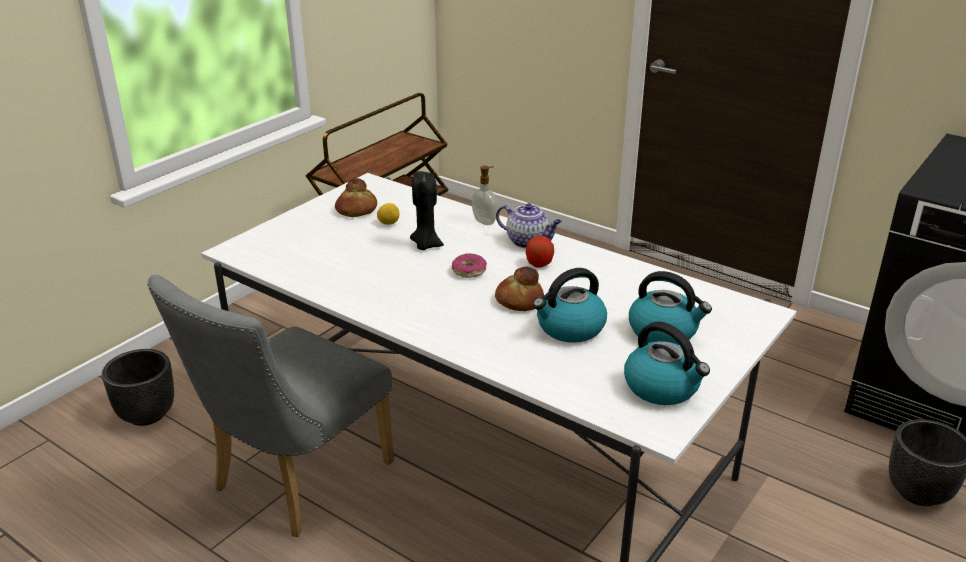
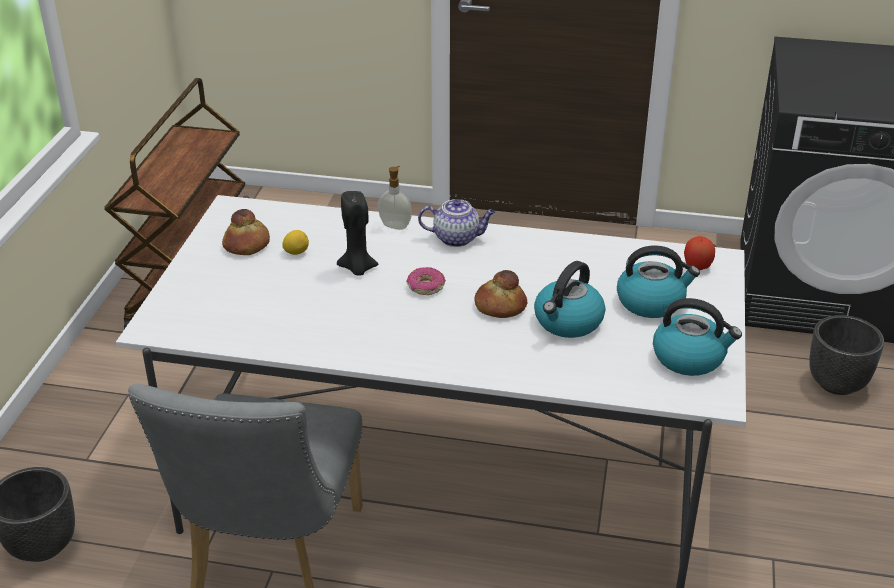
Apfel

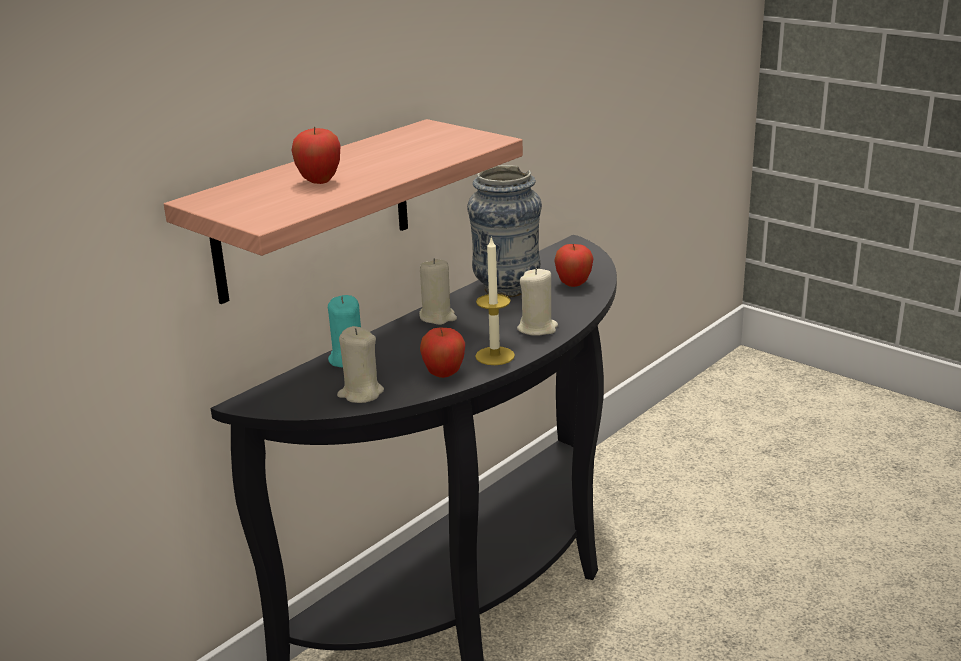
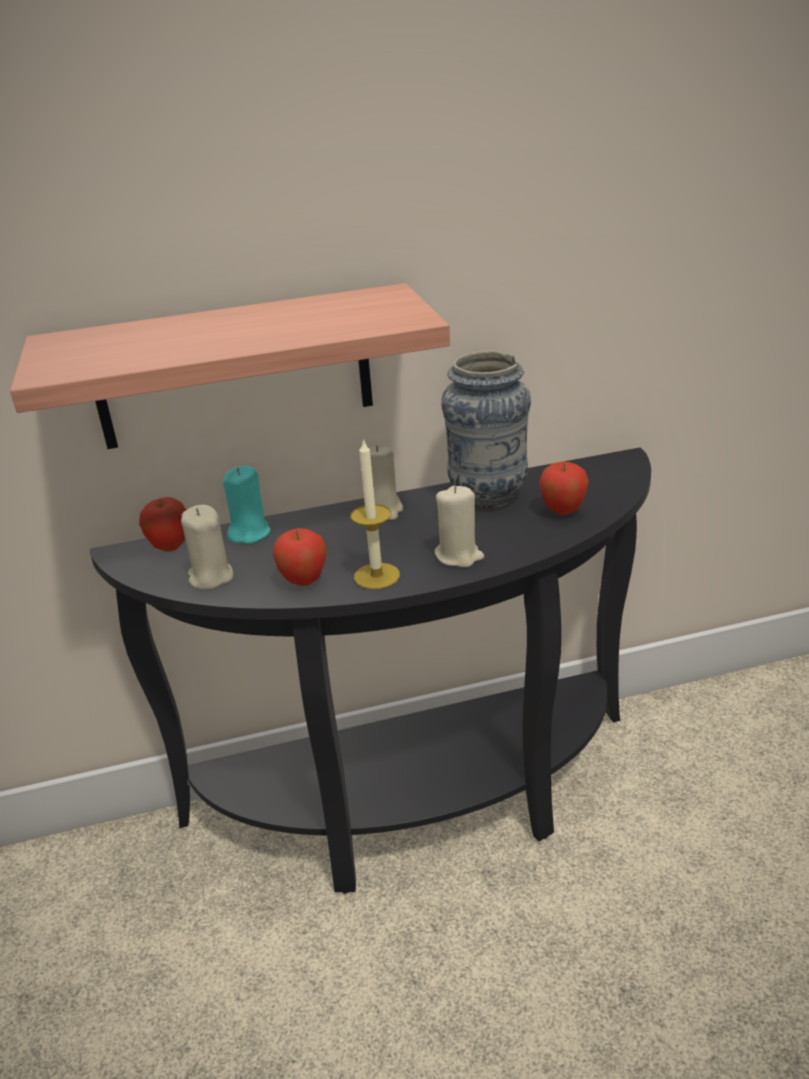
Apfel (no. 1 from left)

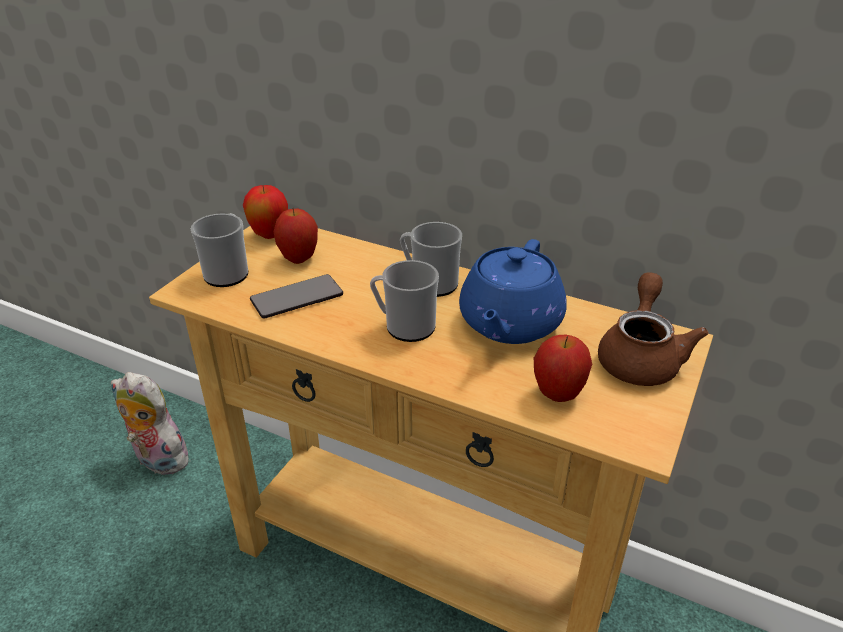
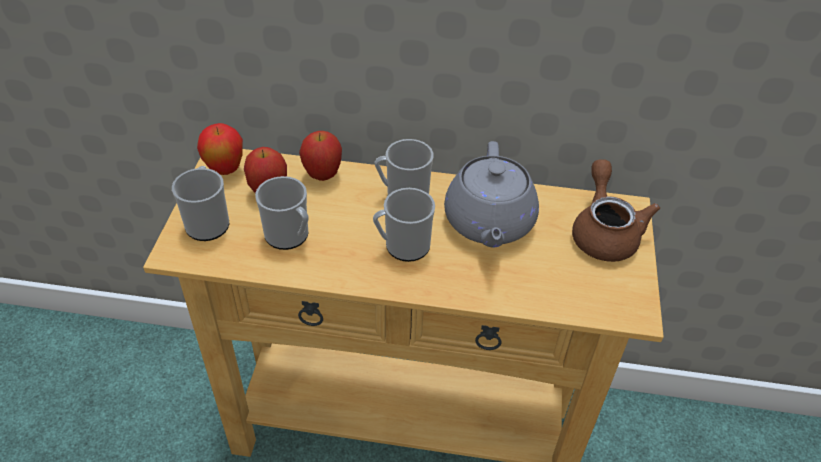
Plüschtier
Apfel (no. 3 from left)
Henkelbecher (no. 2 from left)
Teekanne (grau)

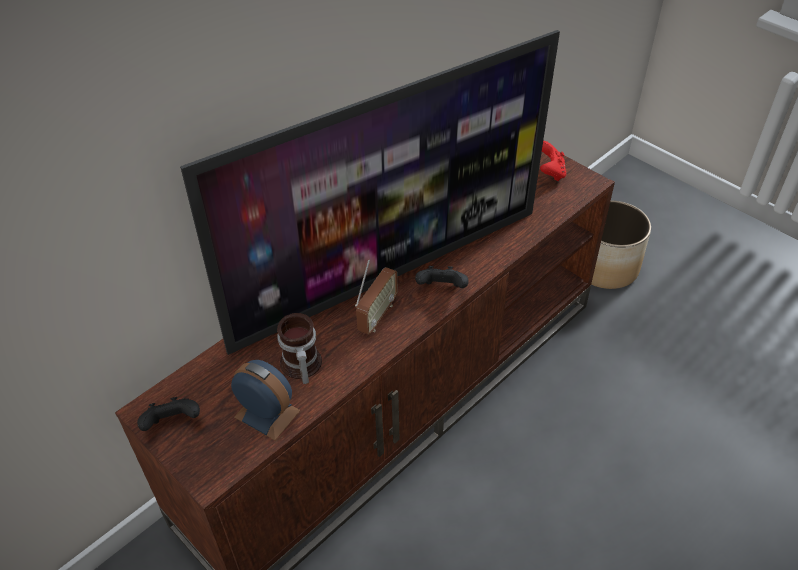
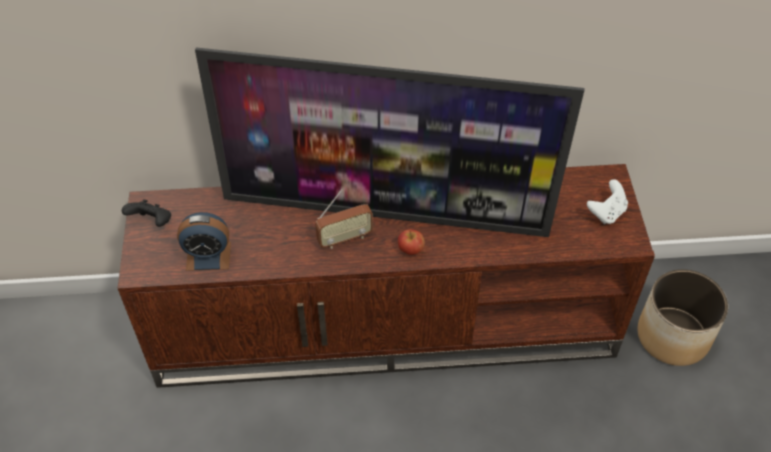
Henkelbecher
Apfel
Gamepad (weiß)
Wecker

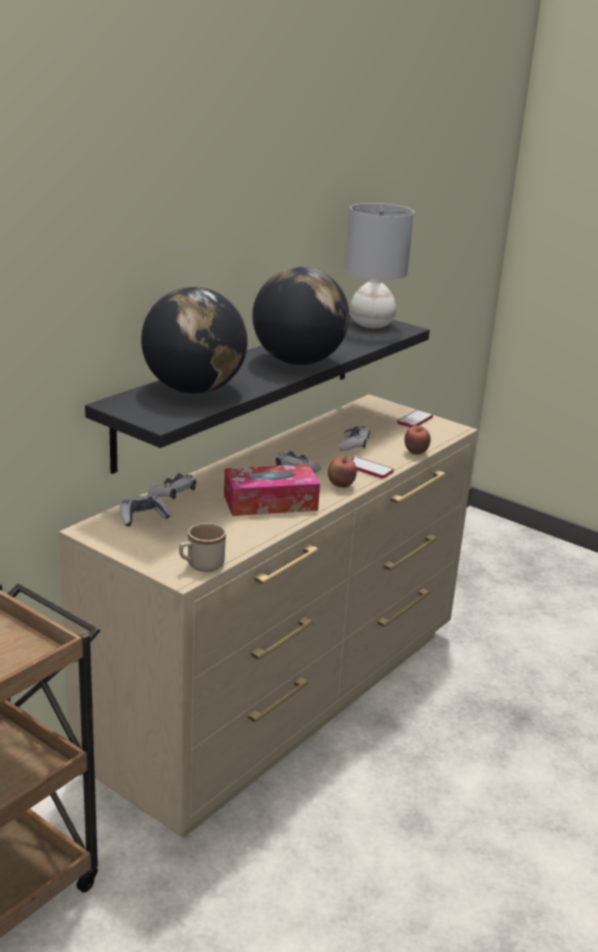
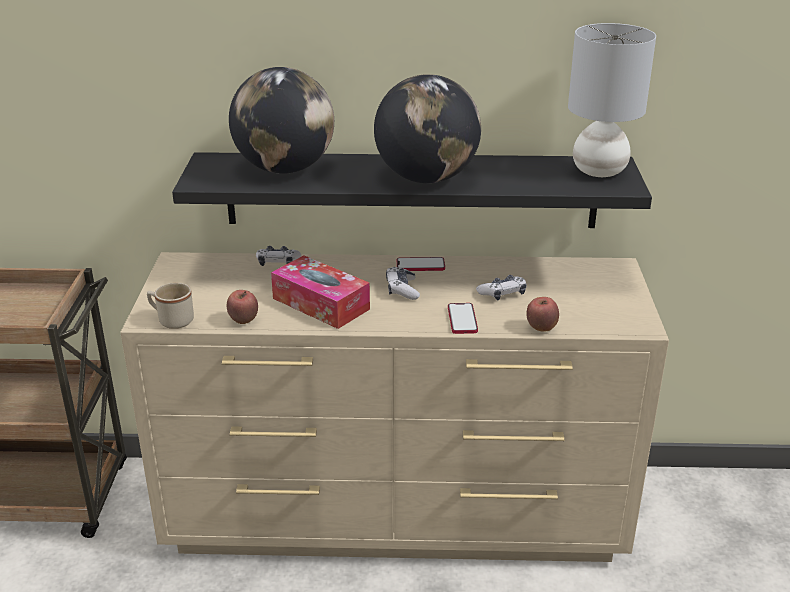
Gamepad (no. 1 from left in the first image)
Apfel (no. 1 from left)
Handy (no. 1 from left)

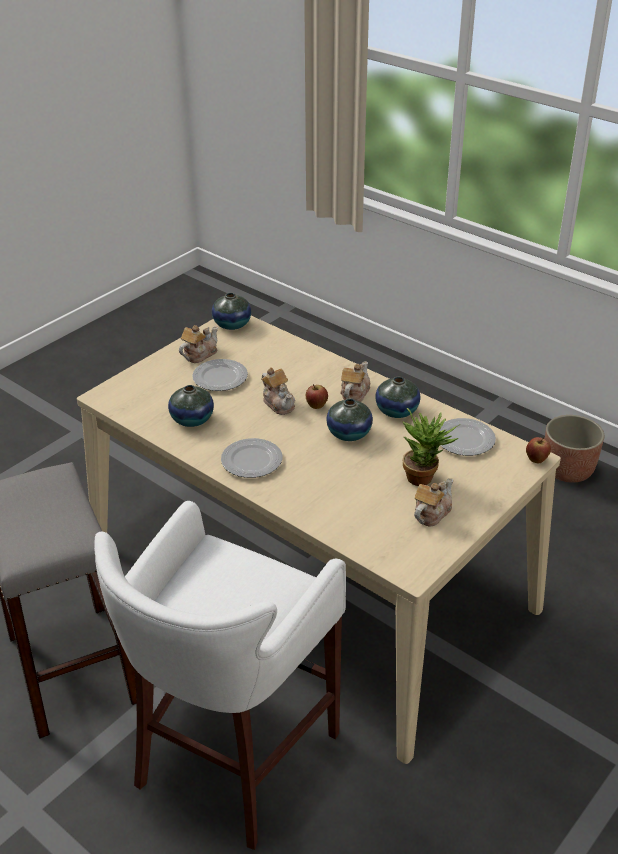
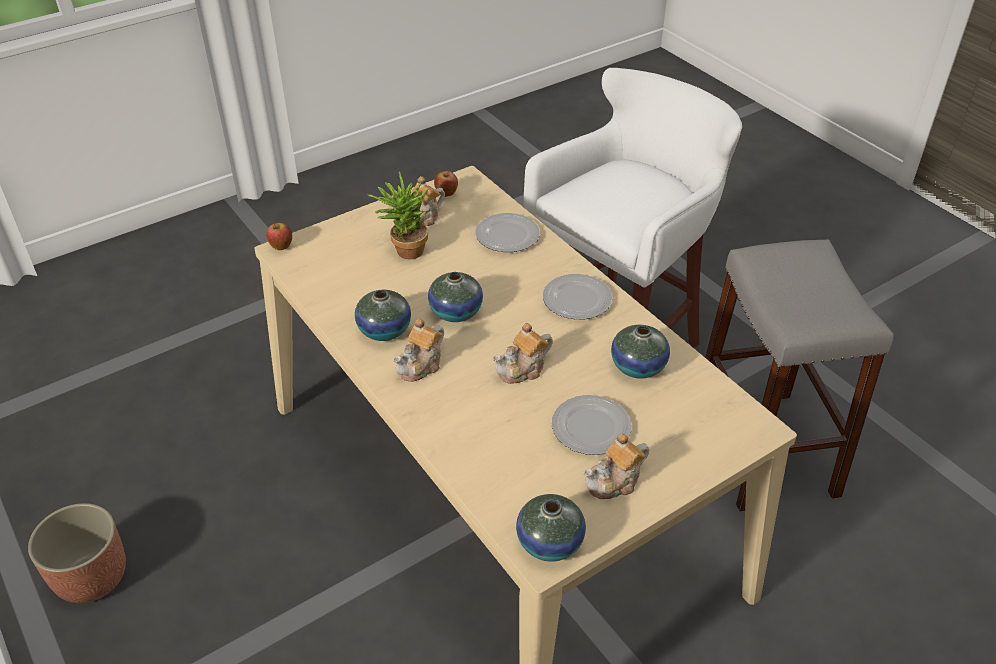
Apfel (no. 2 from left)
Teller (no. 1 from left)
Teekanne (no. 3 from left)

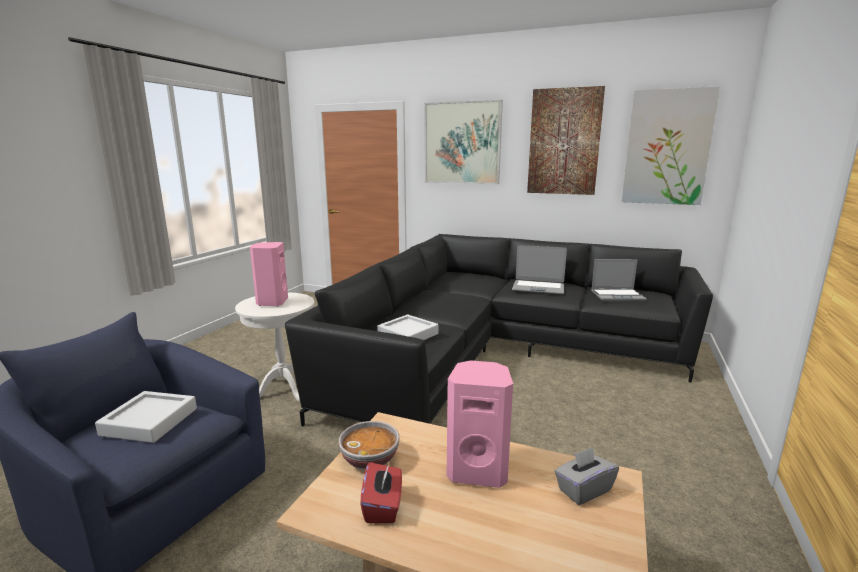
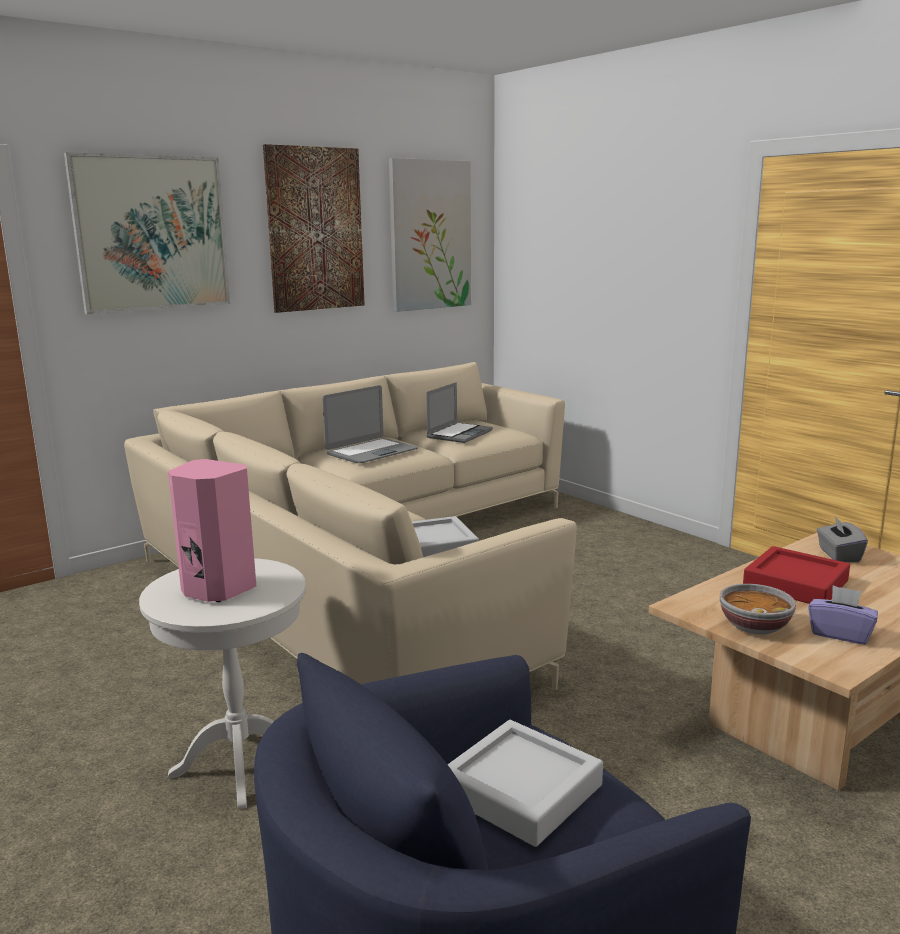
Tablett (rot)
Sofa (beige)
Taschentuchbox (lila)

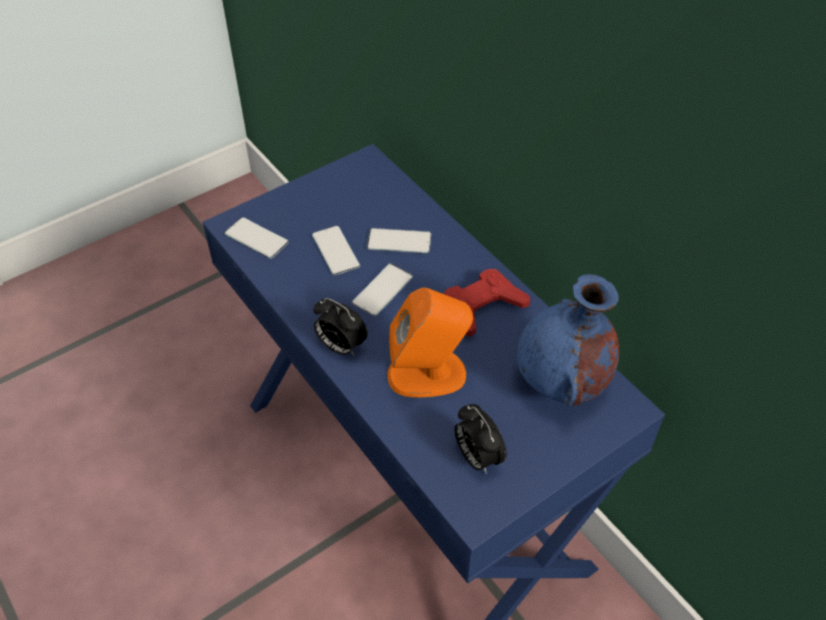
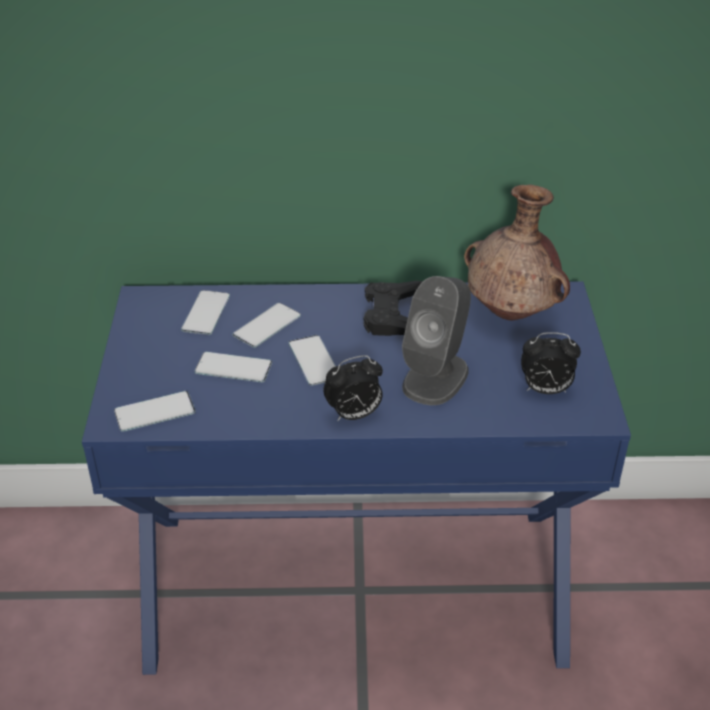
Handy (no. 2 from left)
Lautsprecher (grau)
Gamepad (schwarz)
Vase (braun)

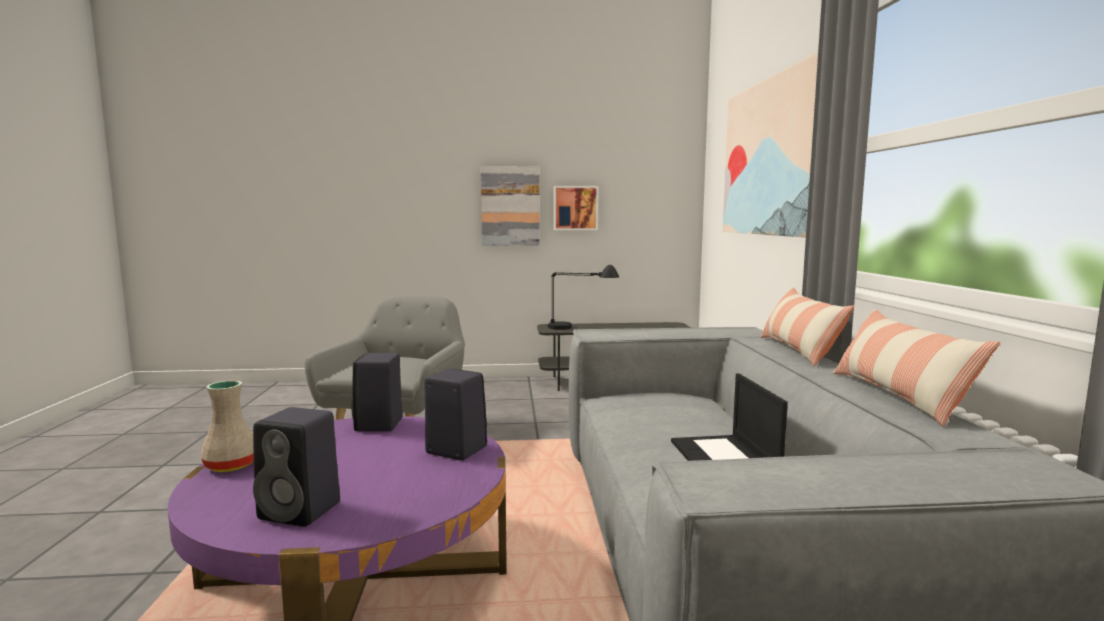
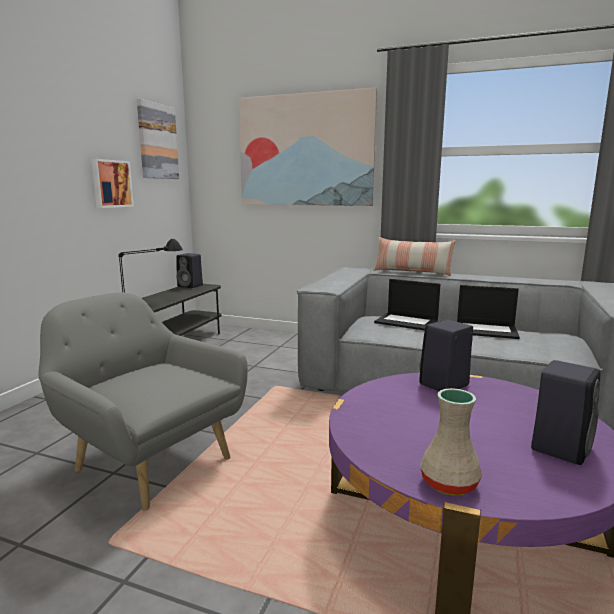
Kissen (no. 2 from left in the first image)
Laptop (no. 1 from left)
Lautsprecher (schwarz) (no. 1 from left)
Bild (no. 2 from left)

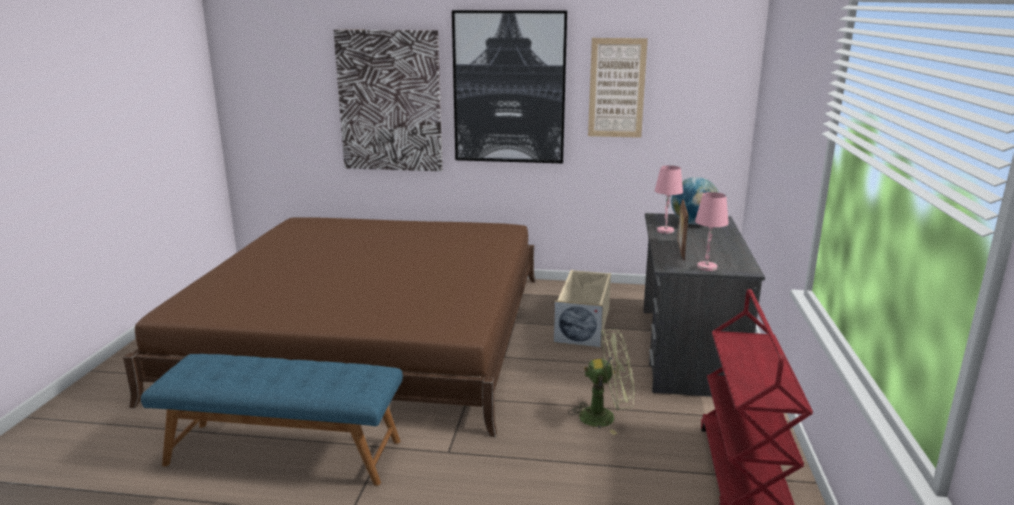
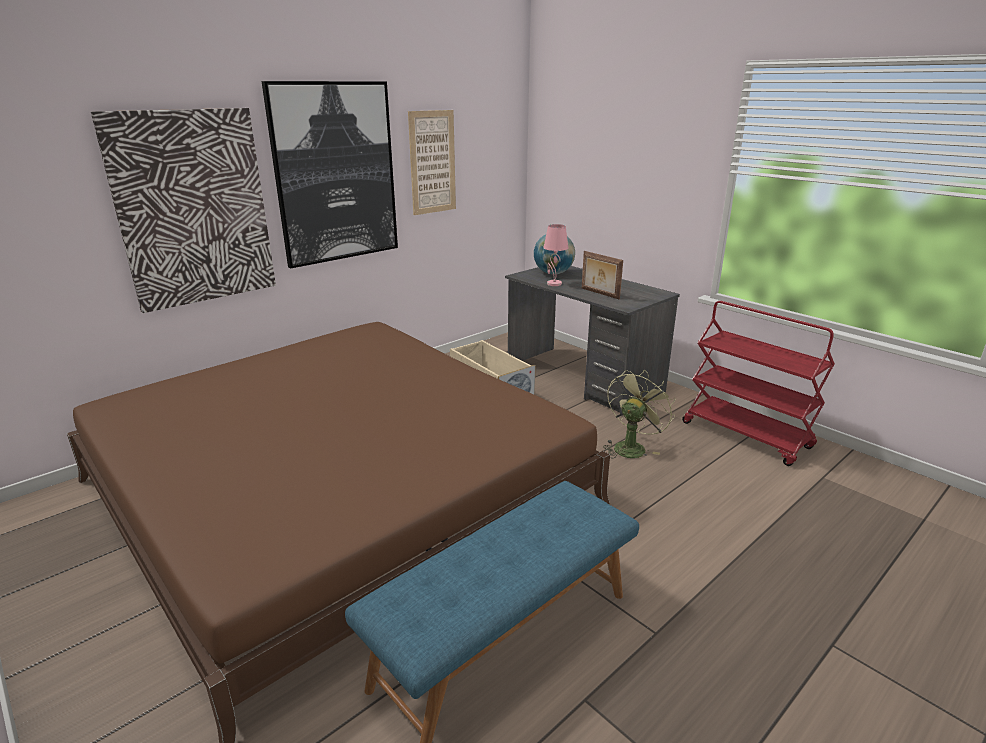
Tischlampe (rosa) (no. 2 from left in the first image)

